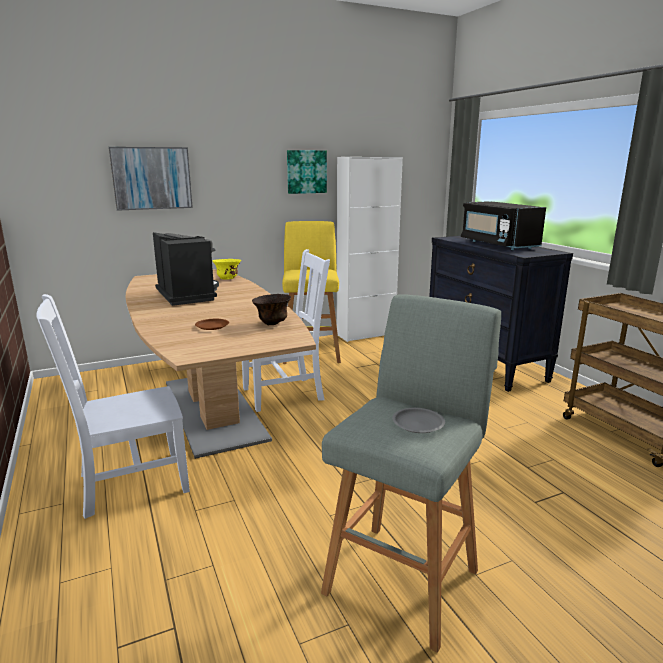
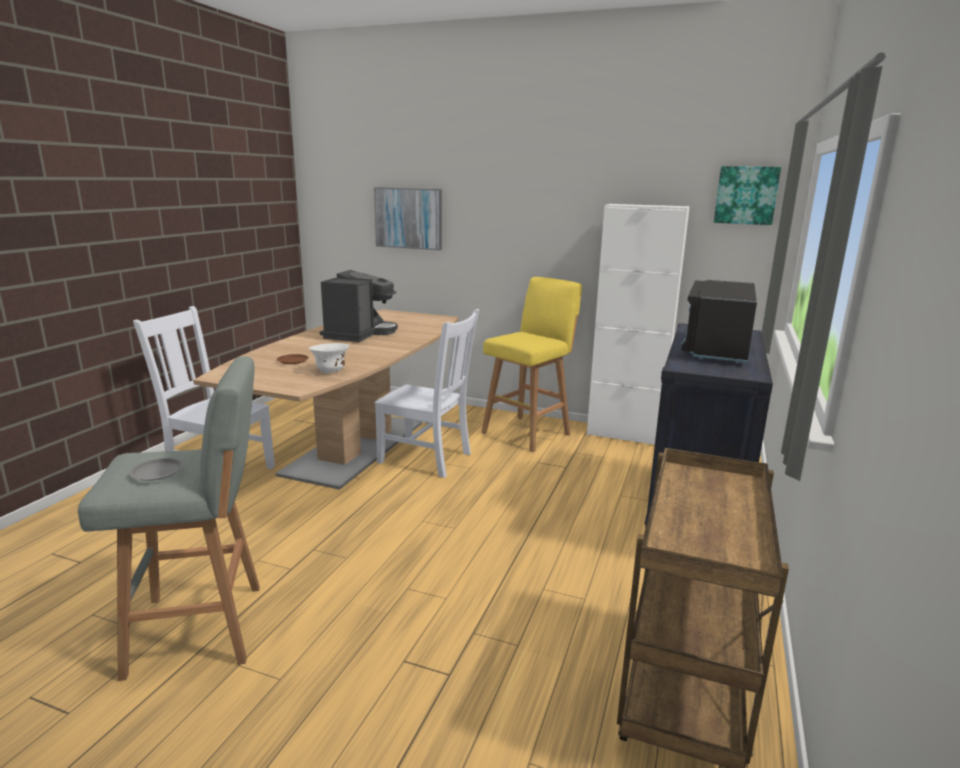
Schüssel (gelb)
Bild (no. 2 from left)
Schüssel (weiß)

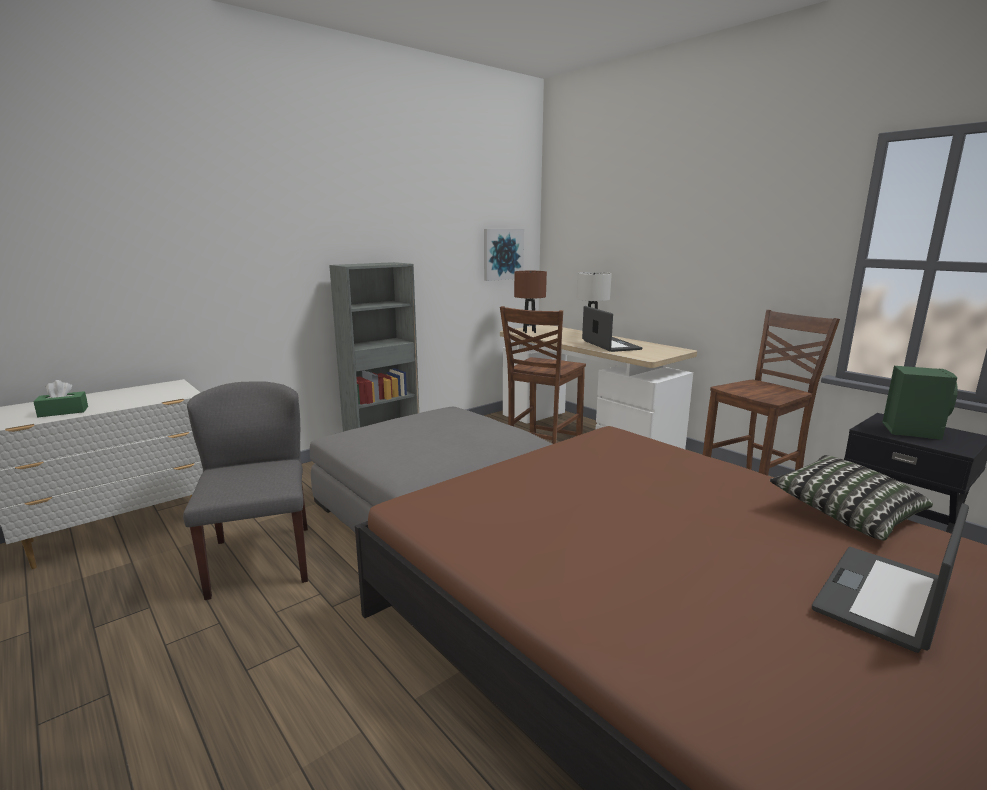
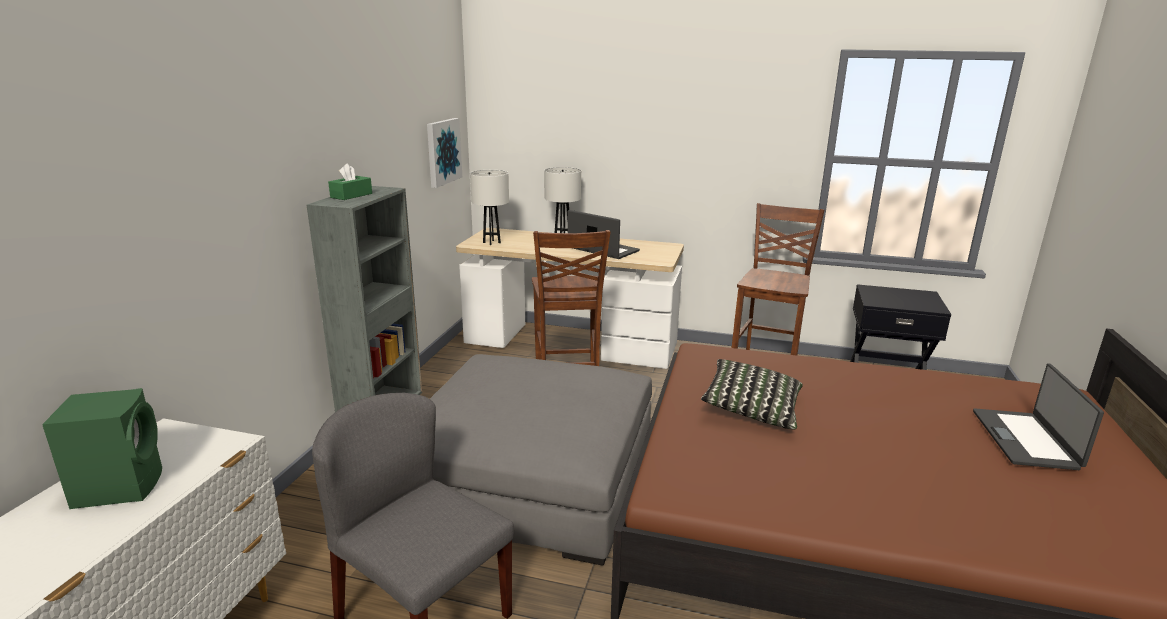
Taschentuchbox (grün)
Kissen
Lautsprecher (grün)
Tischlampe (weiß) (no. 1 from left)

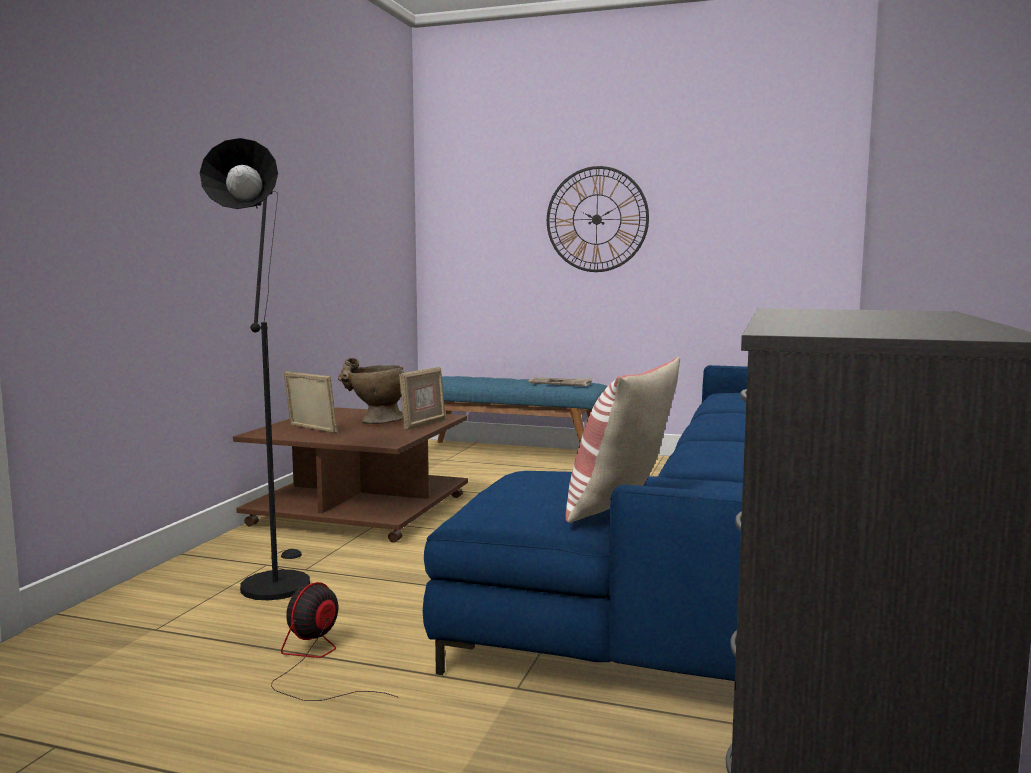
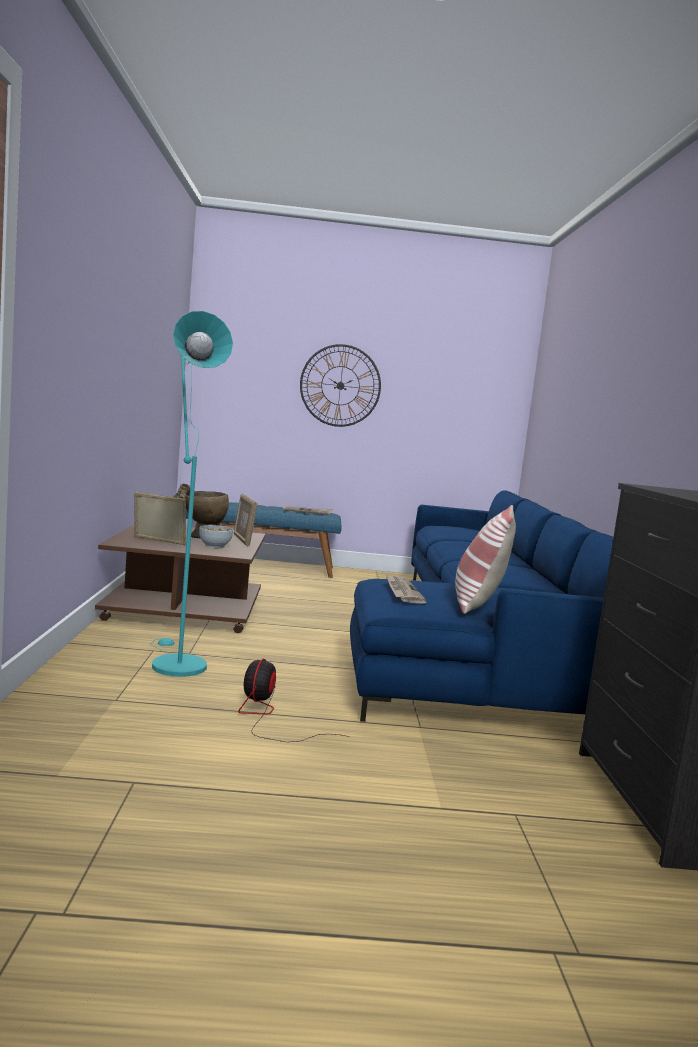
Schüssel
Zeitung (no. 2 from left)
Stehlampe (türkis)
Bilderrahmen (no. 2 from left)

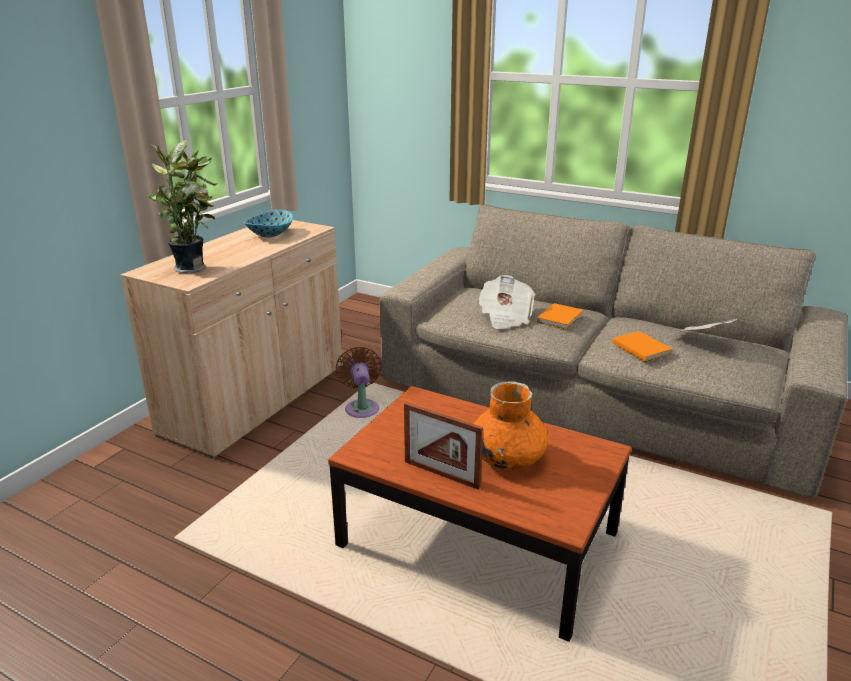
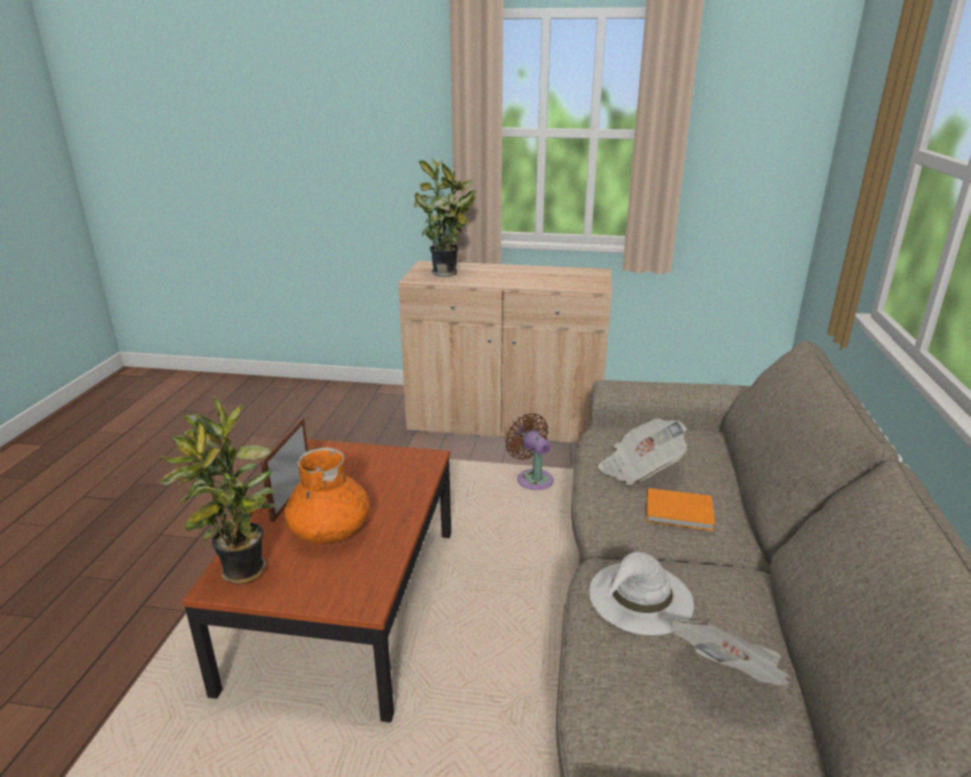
Schüssel
Topfpflanze (no. 1 from left)
Hut (weiß)
Ventilator (braun)

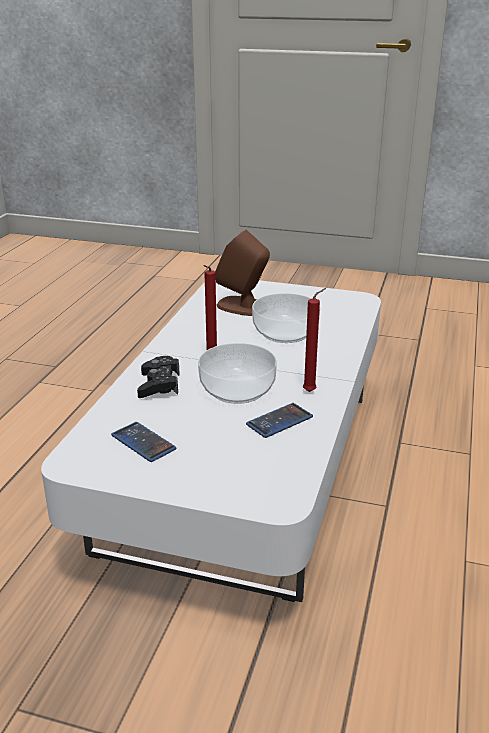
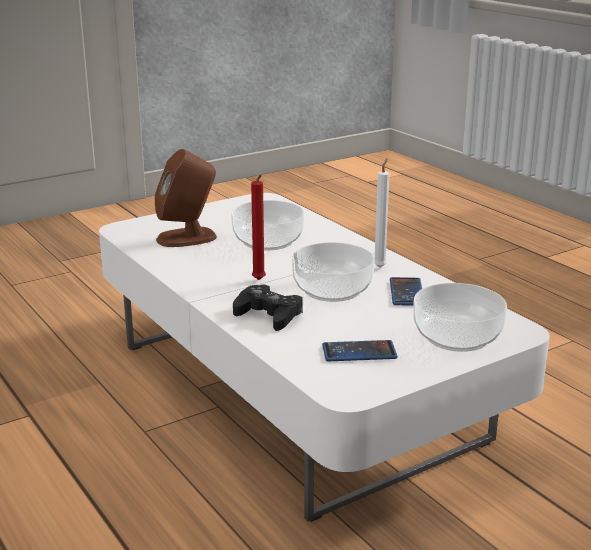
Schüssel (no. 3 from left)
Kerze (weiß)

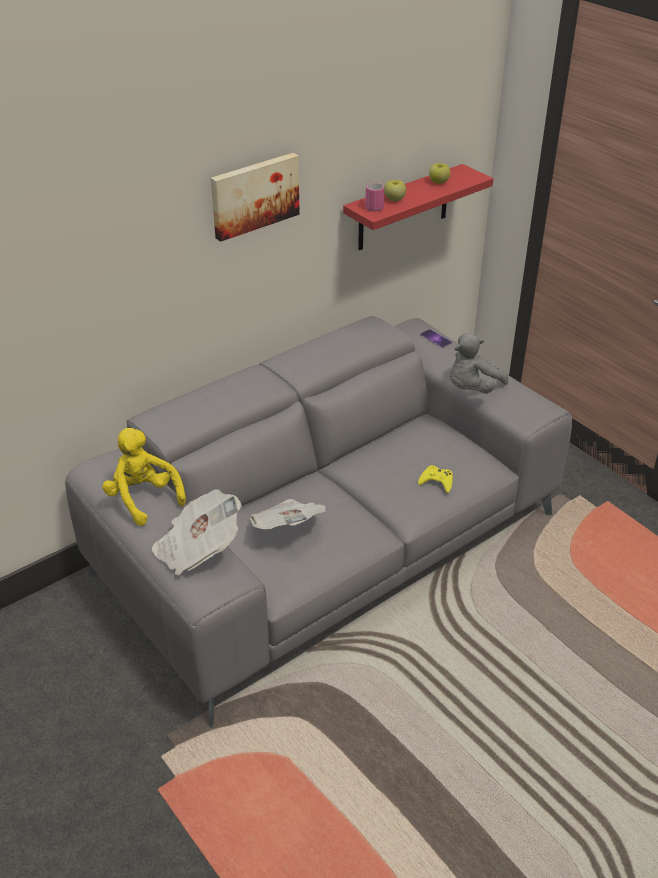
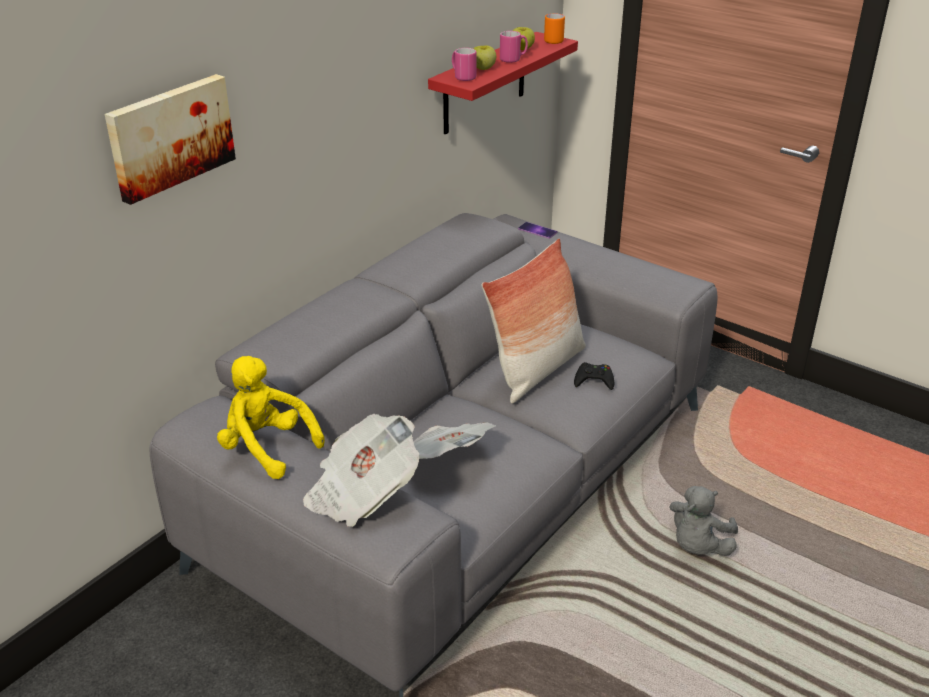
Kissen
Henkelbecher (rosa) (no. 2 from left)
Henkelbecher (orange)
Bild
Plüschtier (grau)
Gamepad (schwarz)

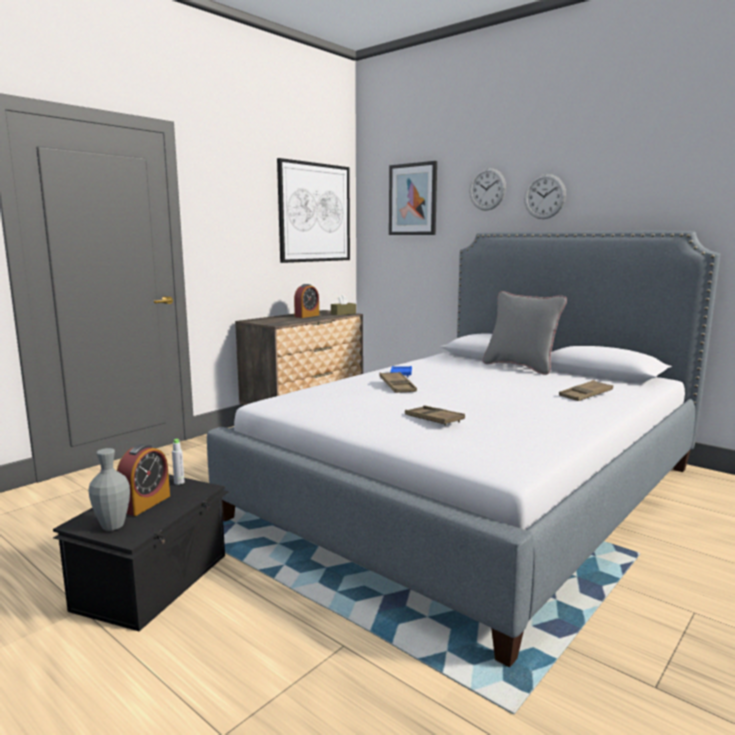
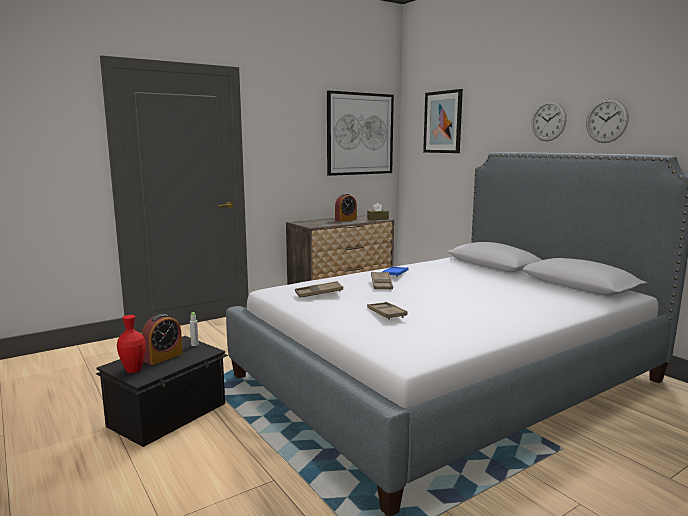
Kissen (grau)
Wanduhr (no. 2 from left)
Tablett (braun) (no. 1 from left)
Vase (rot)

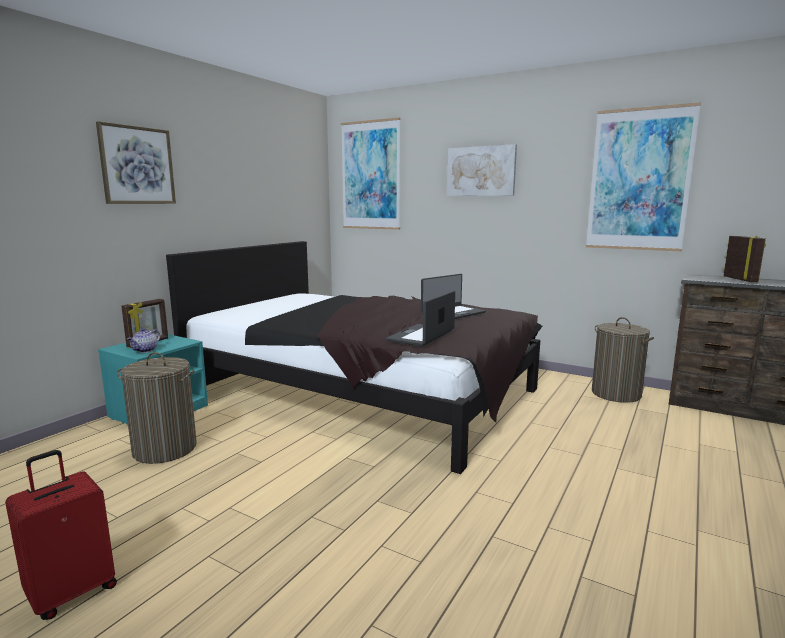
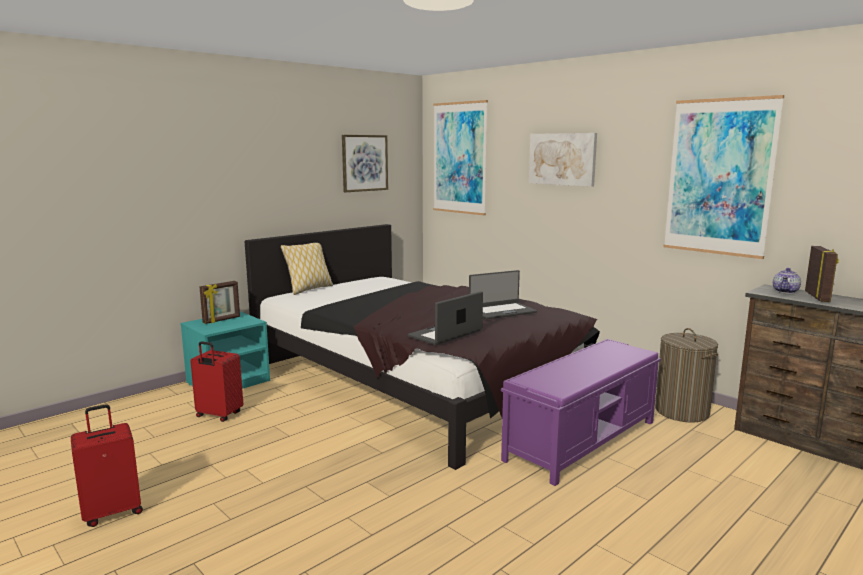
Kissen
Bank (lila)
Bild (no. 1 from left)
Teekanne
Koffer (rot) (no. 2 from left)

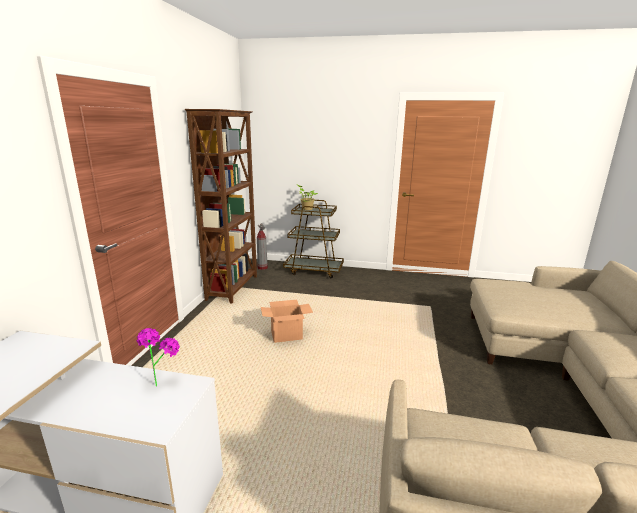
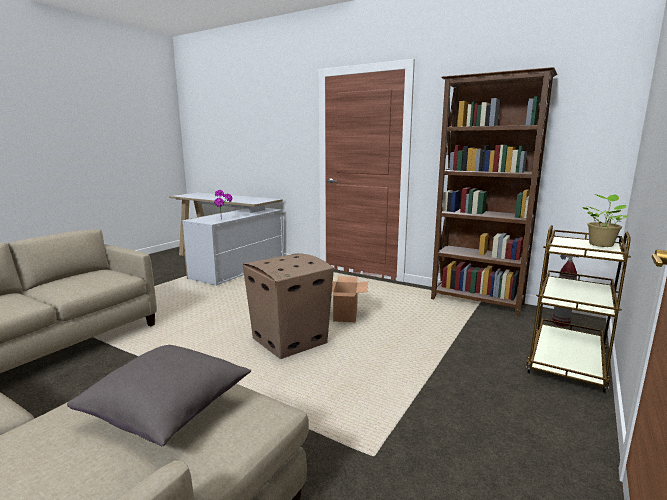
Kissen (grau)
Karton (no. 1 from left)

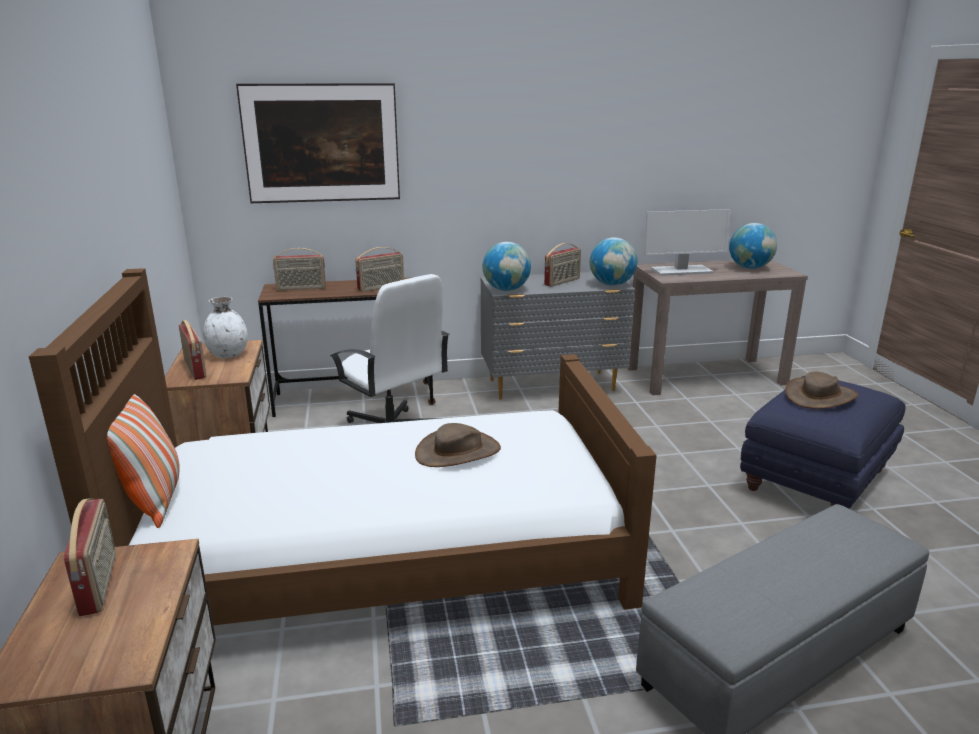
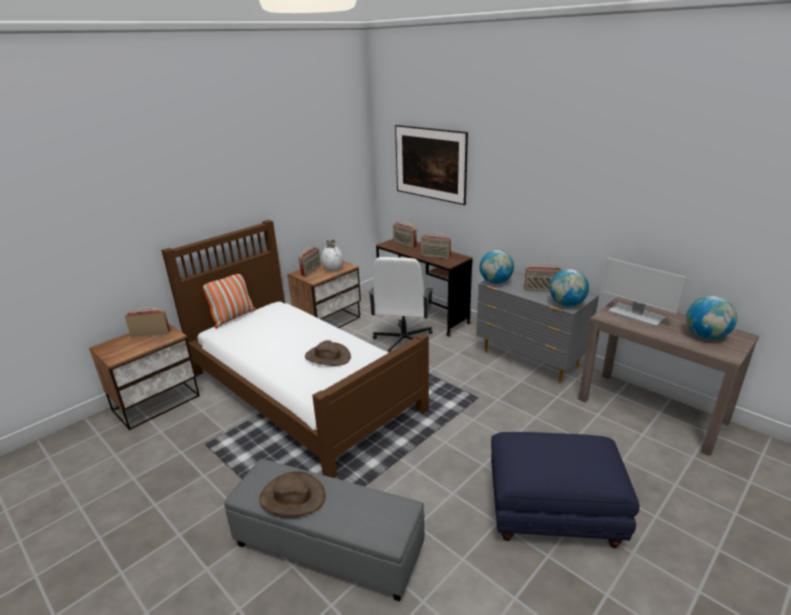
Hut (braun) (no. 1 from left)
Radio (no. 1 from left)

